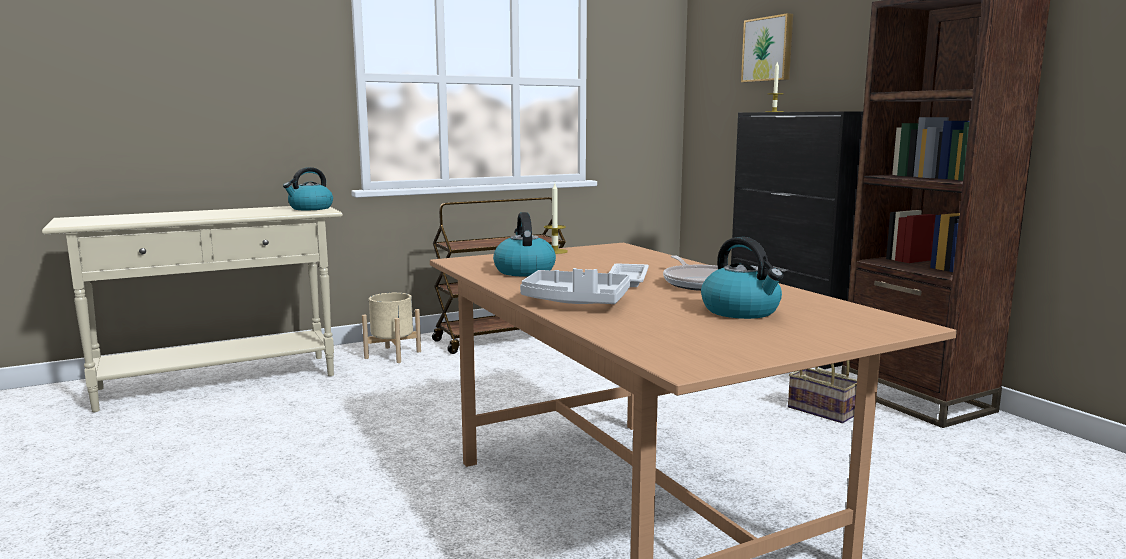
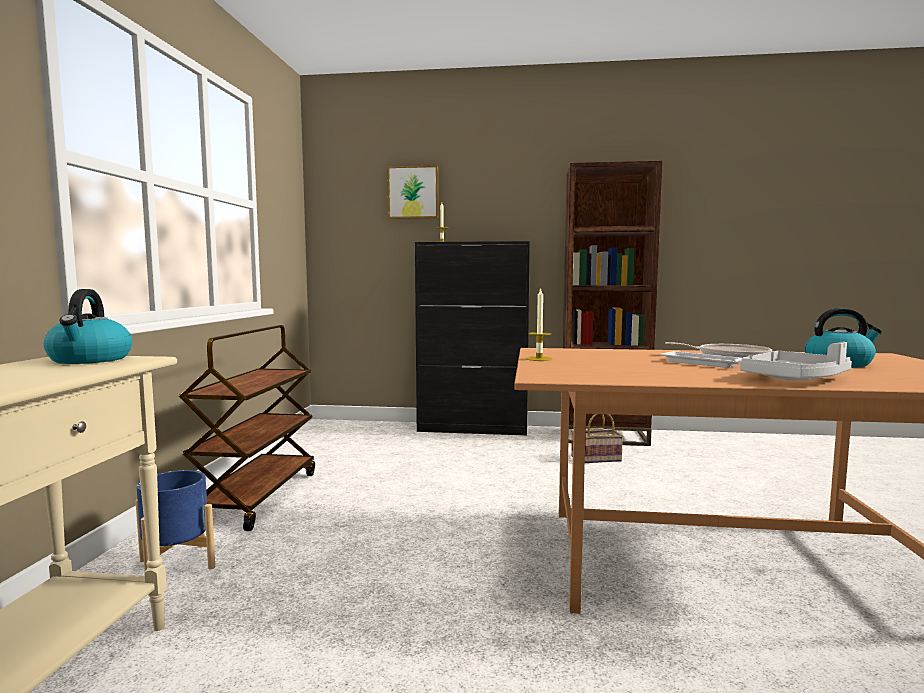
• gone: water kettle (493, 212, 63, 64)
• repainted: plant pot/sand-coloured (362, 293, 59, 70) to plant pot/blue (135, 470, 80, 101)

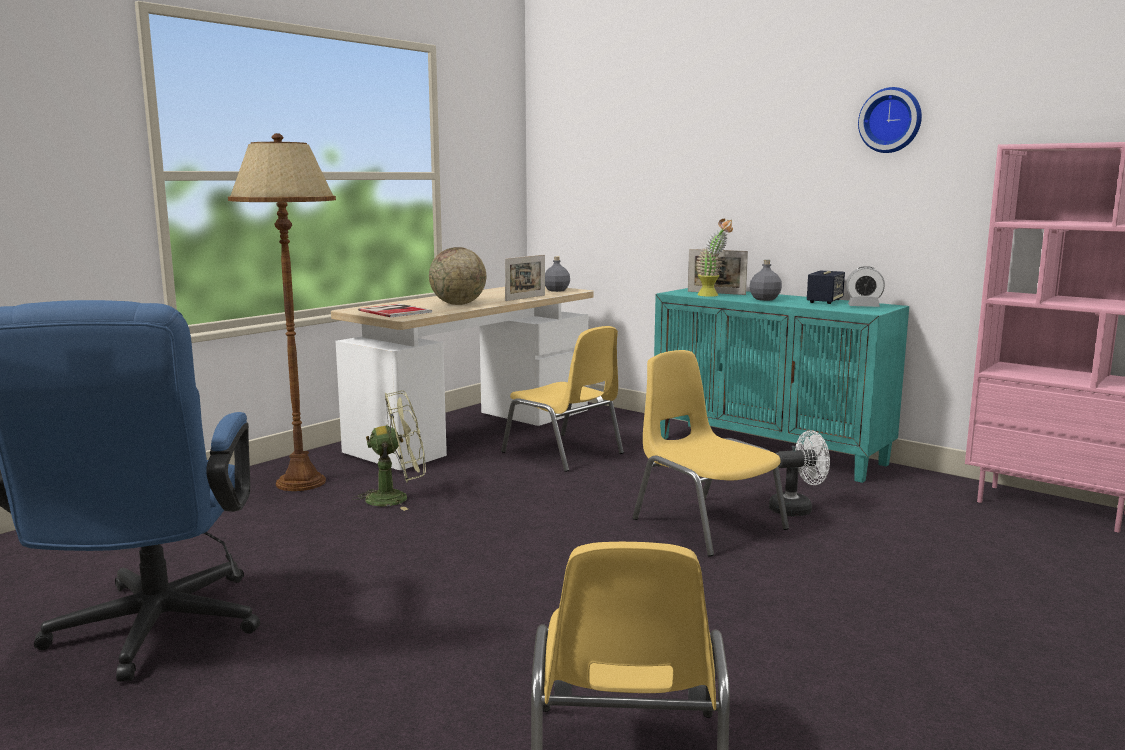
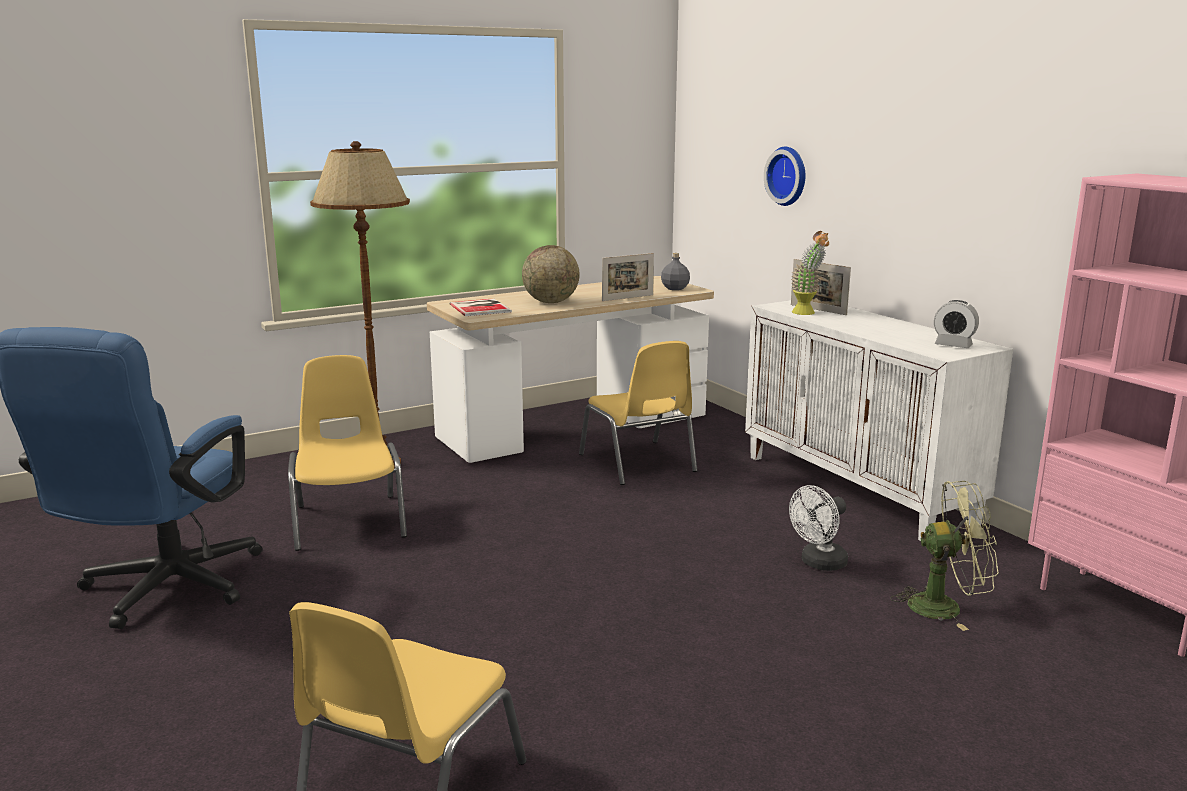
• shifted: clock on the wall (858, 87, 64, 66) to (764, 147, 42, 59)
• gone: beverage bottle/greyish (749, 260, 33, 41)
• gone: speaker (807, 270, 38, 34)
• repainted: cupboard/turquoise (654, 288, 255, 195) to cupboard/whitish (745, 300, 268, 241)
• shifted: chair/yellow (632, 350, 157, 206) to (288, 355, 119, 196)
• shifted: cooling fan/green-coloured (352, 390, 74, 121) to (890, 481, 109, 150)
• rotated: cooling fan/whitish (769, 430, 61, 86) = (789, 485, 59, 86) 135 degrees clockwise

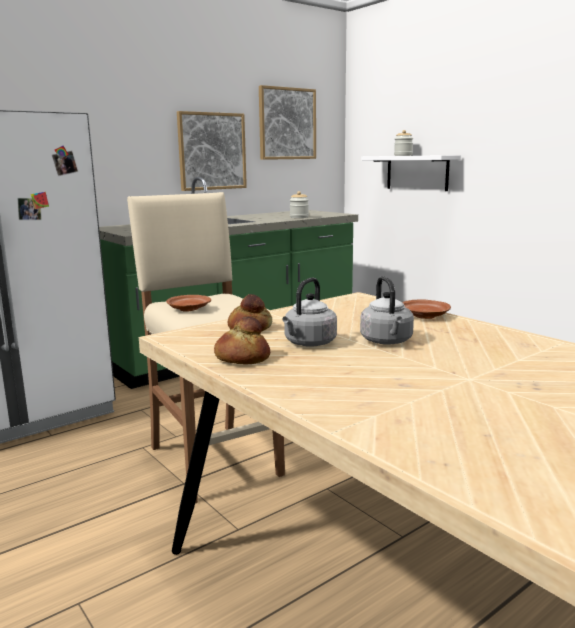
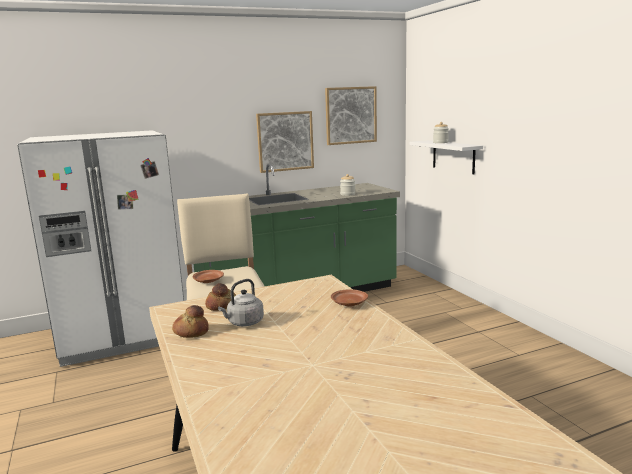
• gone: water kettle/greyish (360, 276, 54, 69)

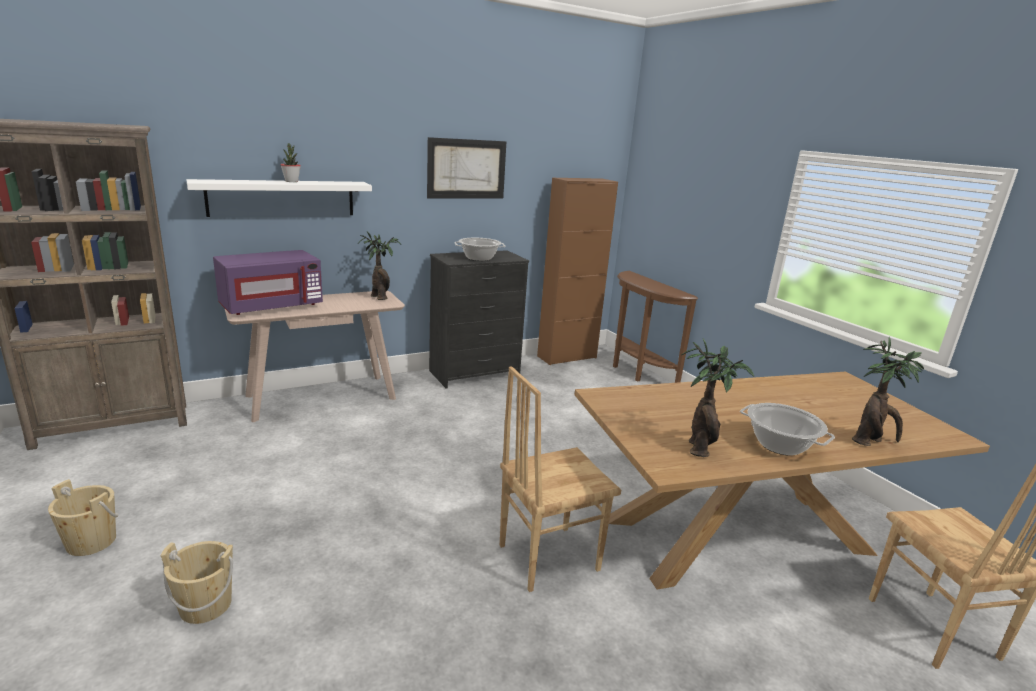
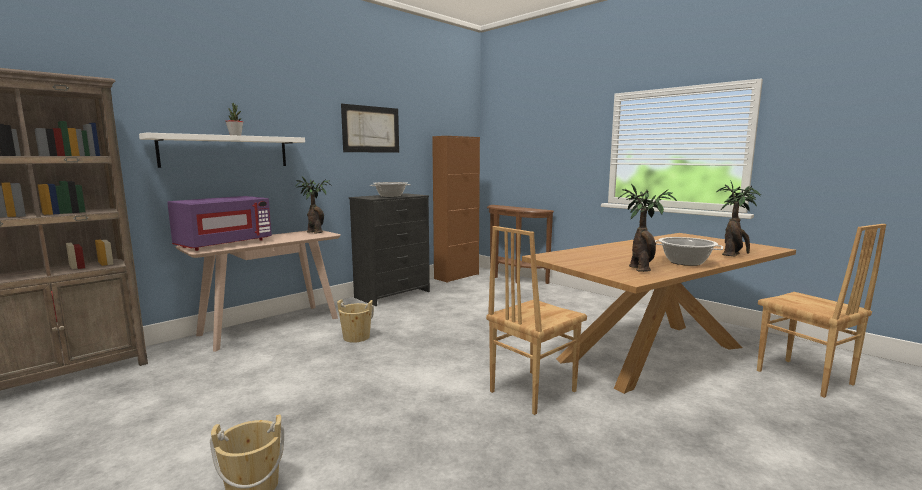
• shifted: bucket/sand-coloured (48, 479, 70, 77) to (337, 299, 37, 44)

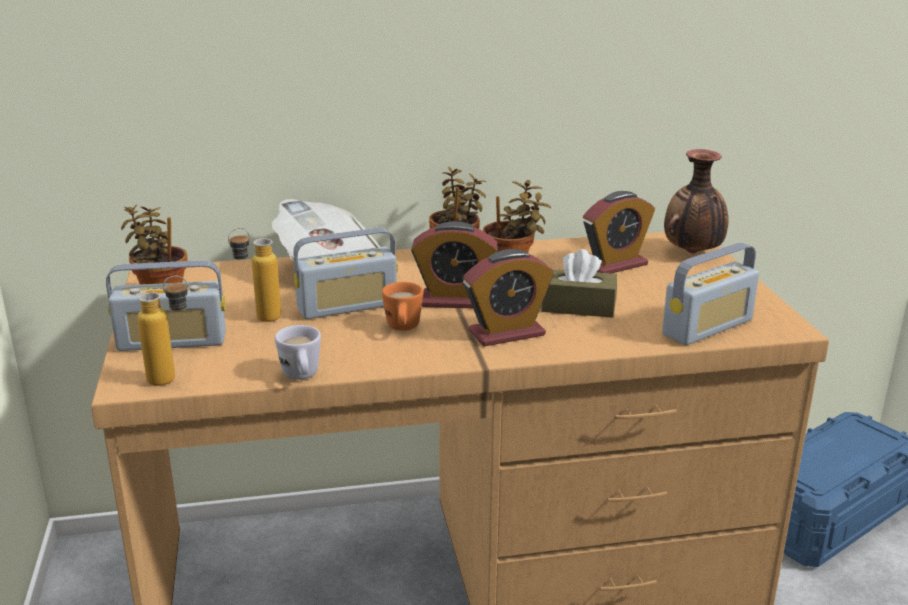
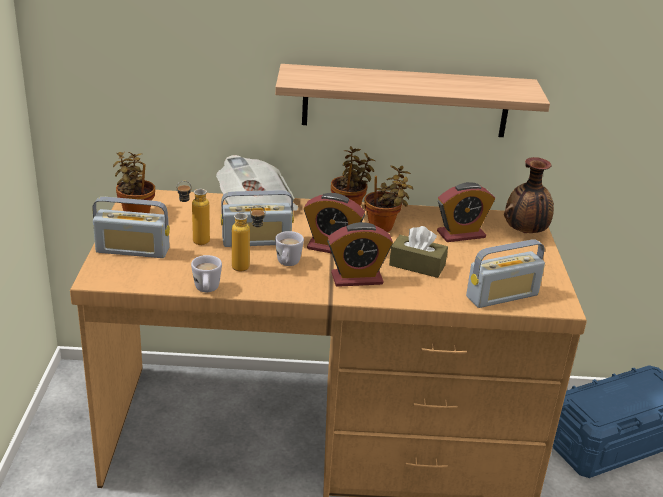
• shifted: beverage bottle (137, 275, 52, 111) to (232, 205, 34, 66)
• repainted: mug/orange (382, 282, 41, 49) to mug/whitish (275, 231, 29, 35)
• new: shelf (275, 64, 275, 73)

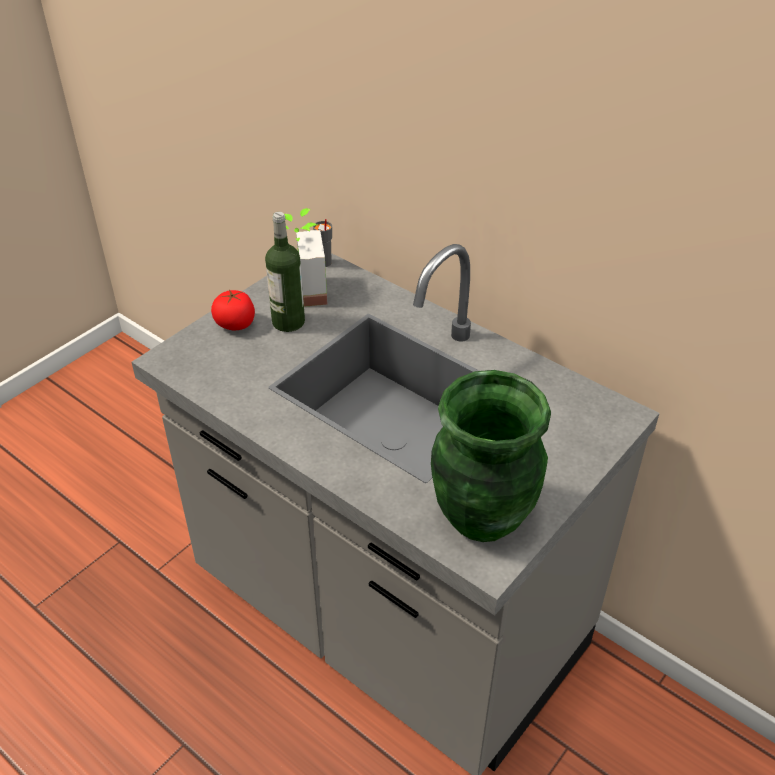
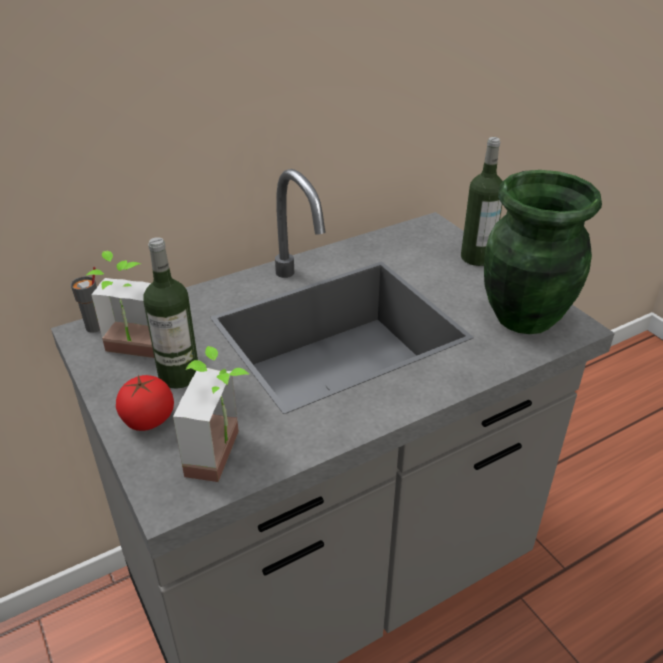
• new: beverage bottle (461, 137, 42, 129)
• new: houseplant (173, 346, 76, 136)

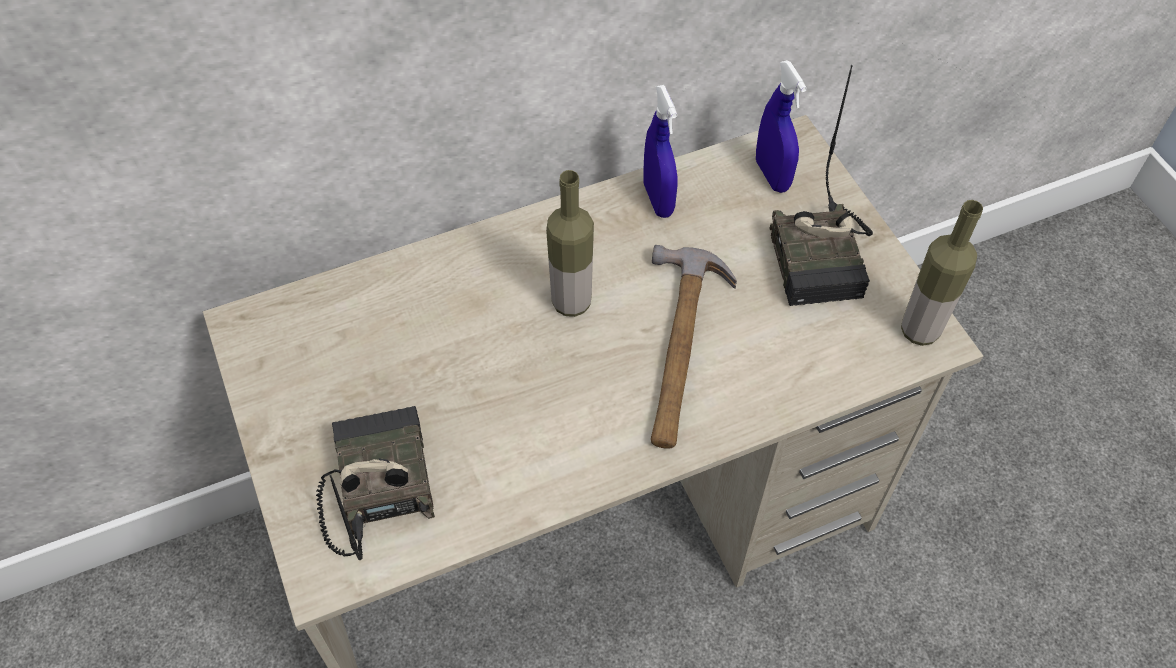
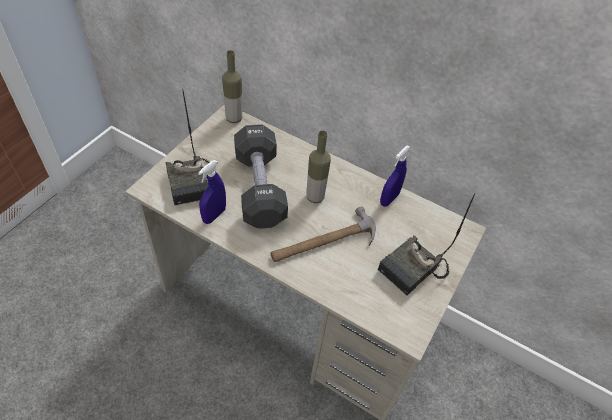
• shifted: spray bottle/blue (756, 60, 51, 133) to (198, 160, 28, 64)
• shifted: beverage bottle (901, 200, 82, 146) to (222, 50, 20, 73)
• rotated: radio (316, 406, 119, 154) = (165, 88, 45, 117) 120 degrees clockwise
• new: hand weight/black (234, 124, 54, 105)

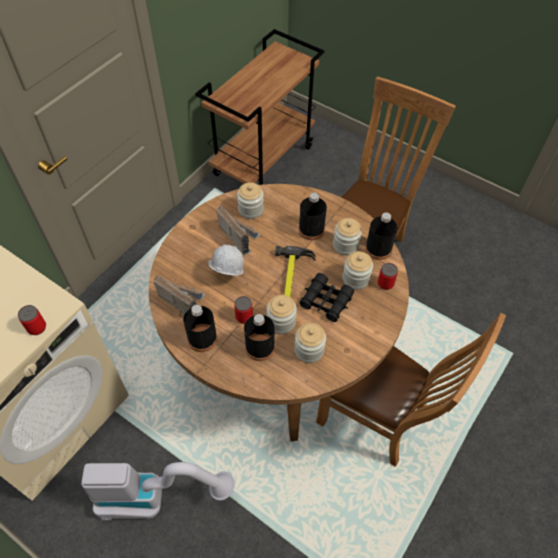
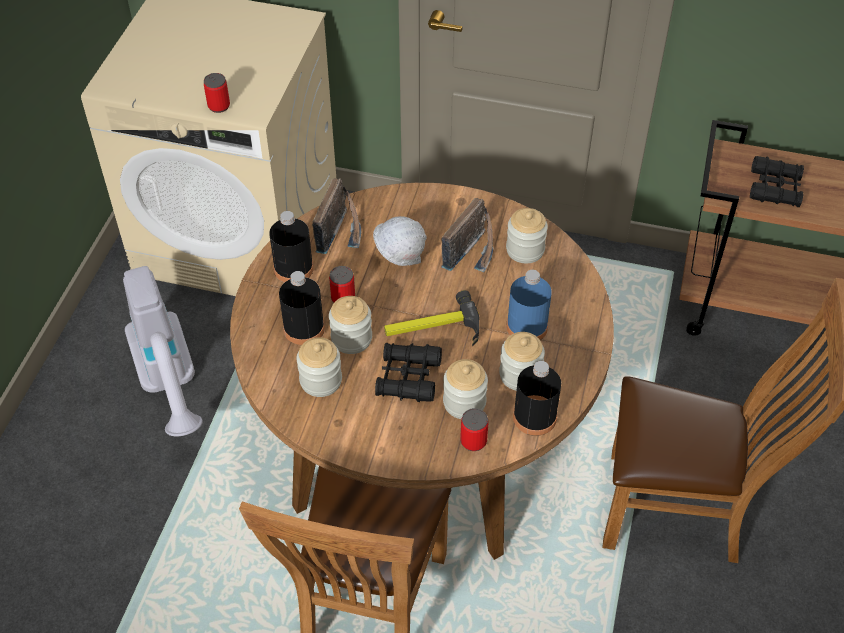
• repainted: beverage bottle/black (298, 193, 29, 47) to beverage bottle/blue (506, 270, 46, 70)
• new: binoculars/black (750, 156, 54, 51)

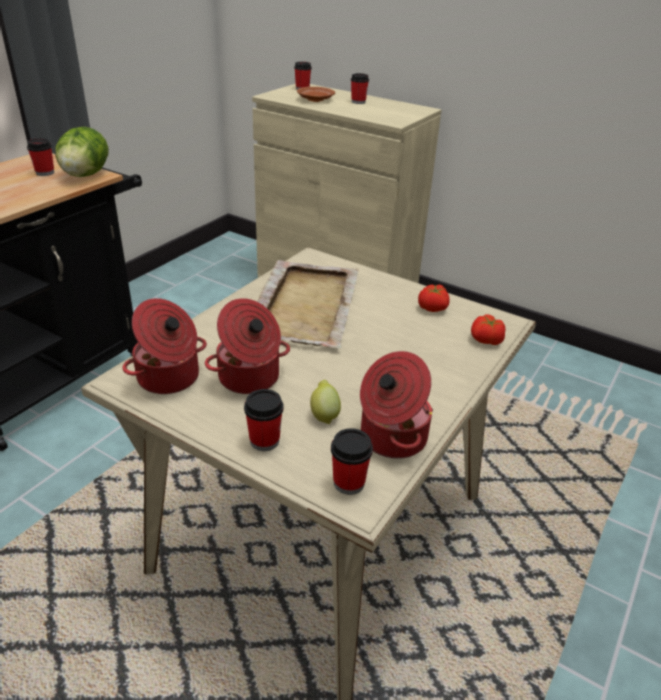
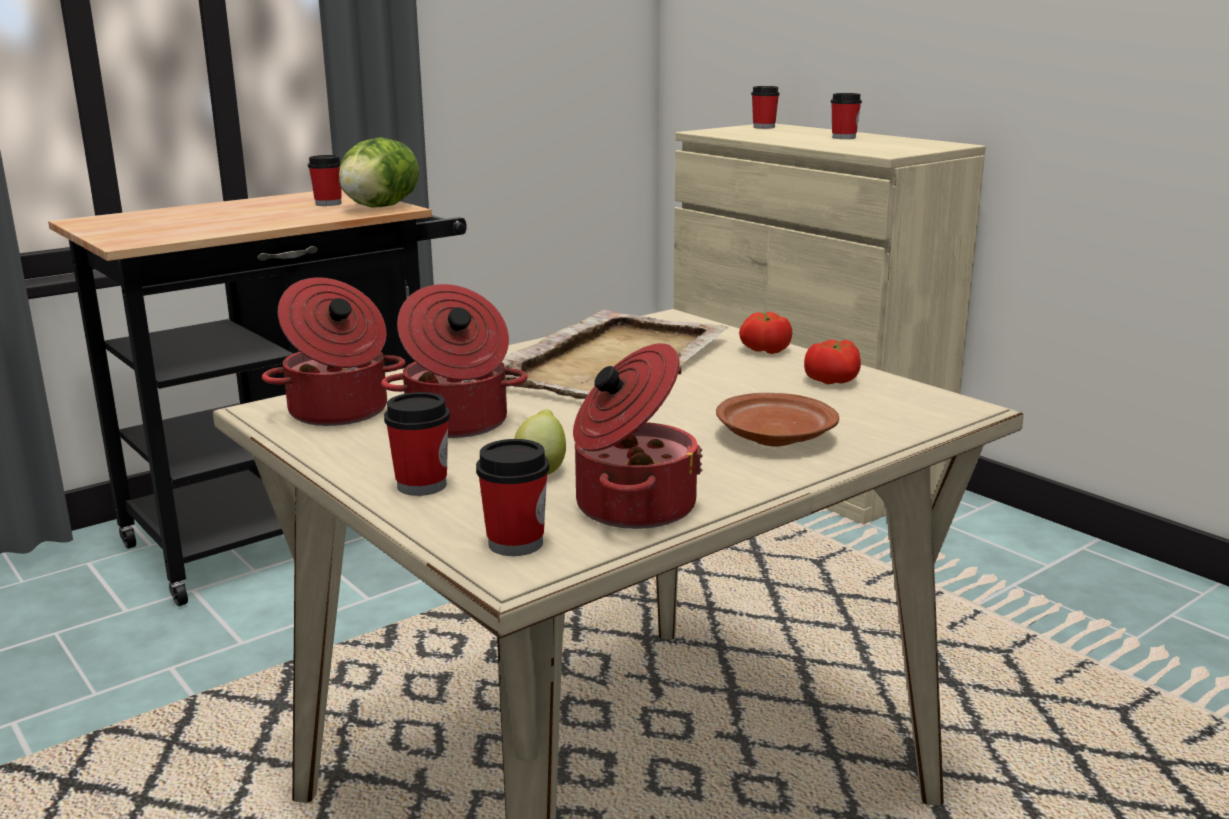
• shifted: flat dish/brown-coloured (297, 87, 38, 15) to (716, 393, 123, 54)
• shifted: whole tomato (471, 314, 34, 31) to (739, 312, 53, 42)

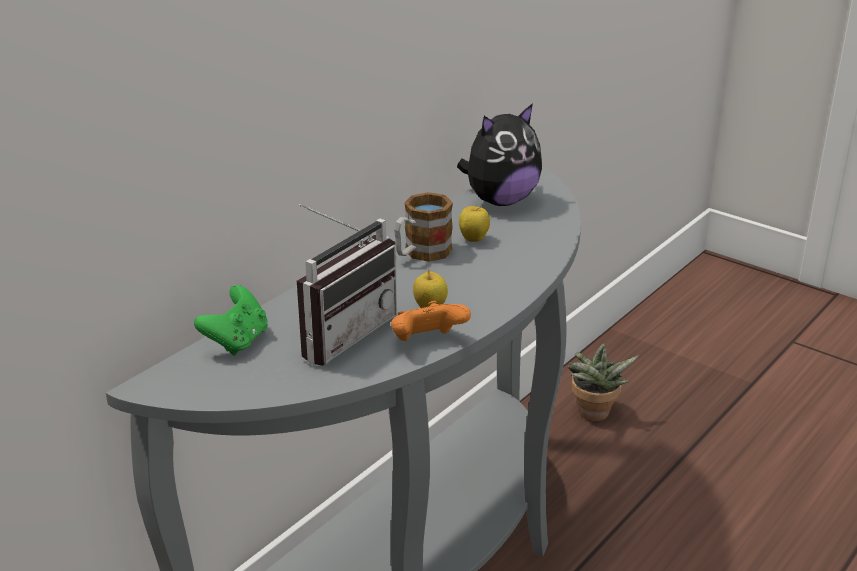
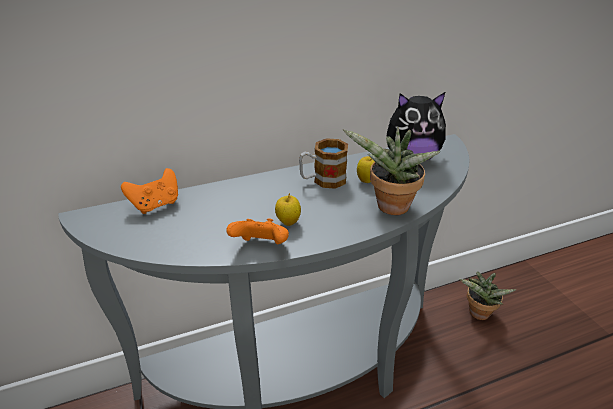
• gone: radio (297, 204, 100, 162)
• repainted: game controller/green-coloured (194, 285, 74, 71) to game controller/orange (121, 168, 57, 46)
• new: houseplant (343, 127, 98, 88)

